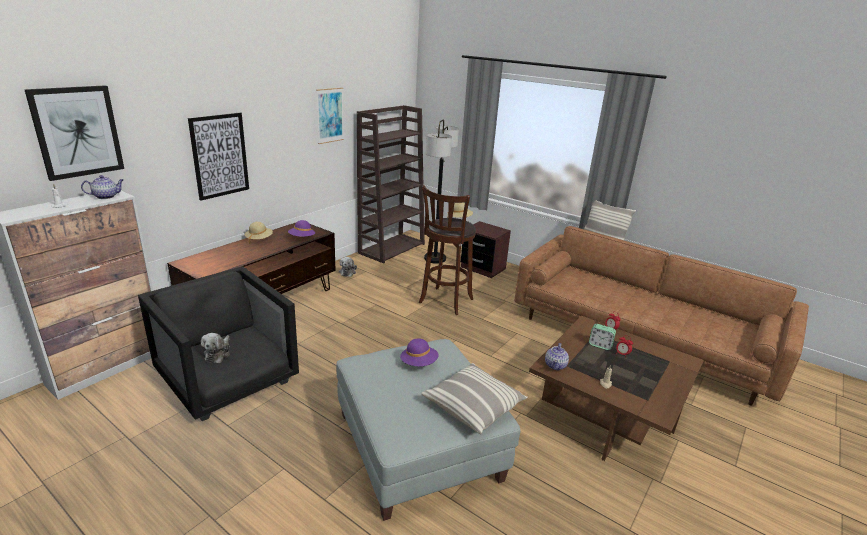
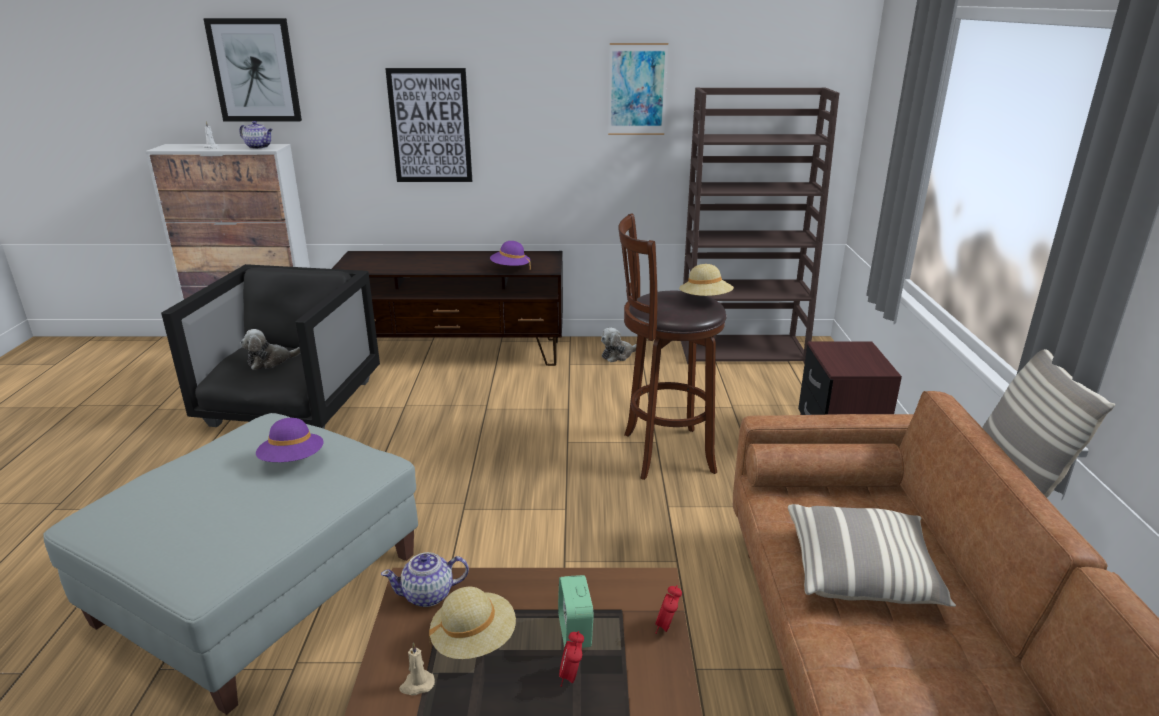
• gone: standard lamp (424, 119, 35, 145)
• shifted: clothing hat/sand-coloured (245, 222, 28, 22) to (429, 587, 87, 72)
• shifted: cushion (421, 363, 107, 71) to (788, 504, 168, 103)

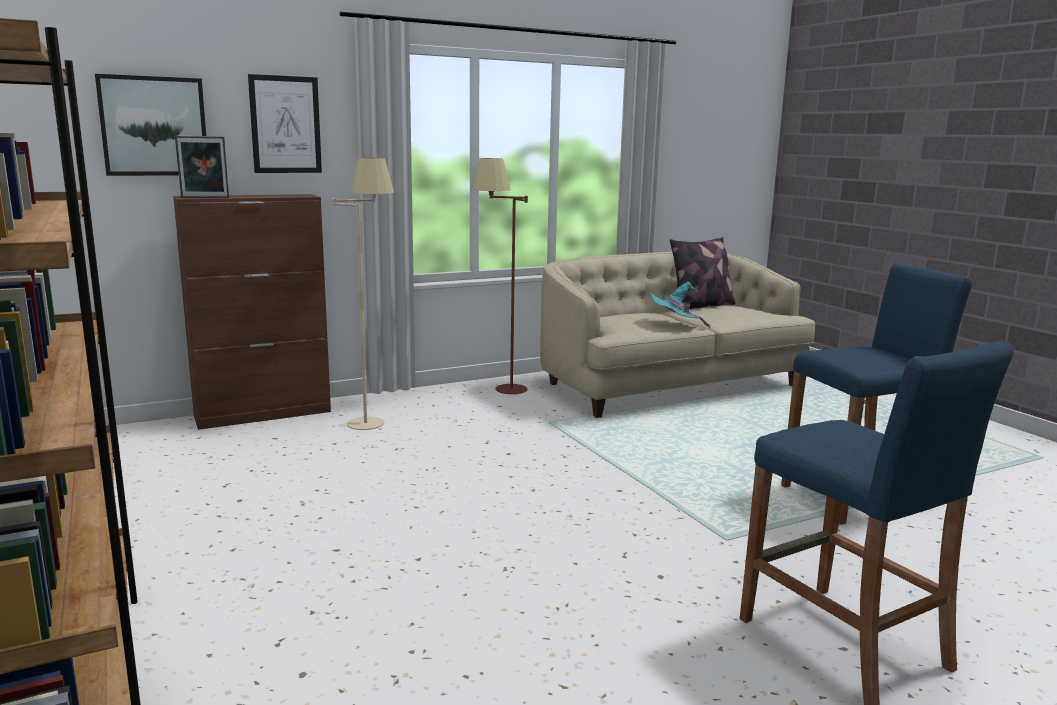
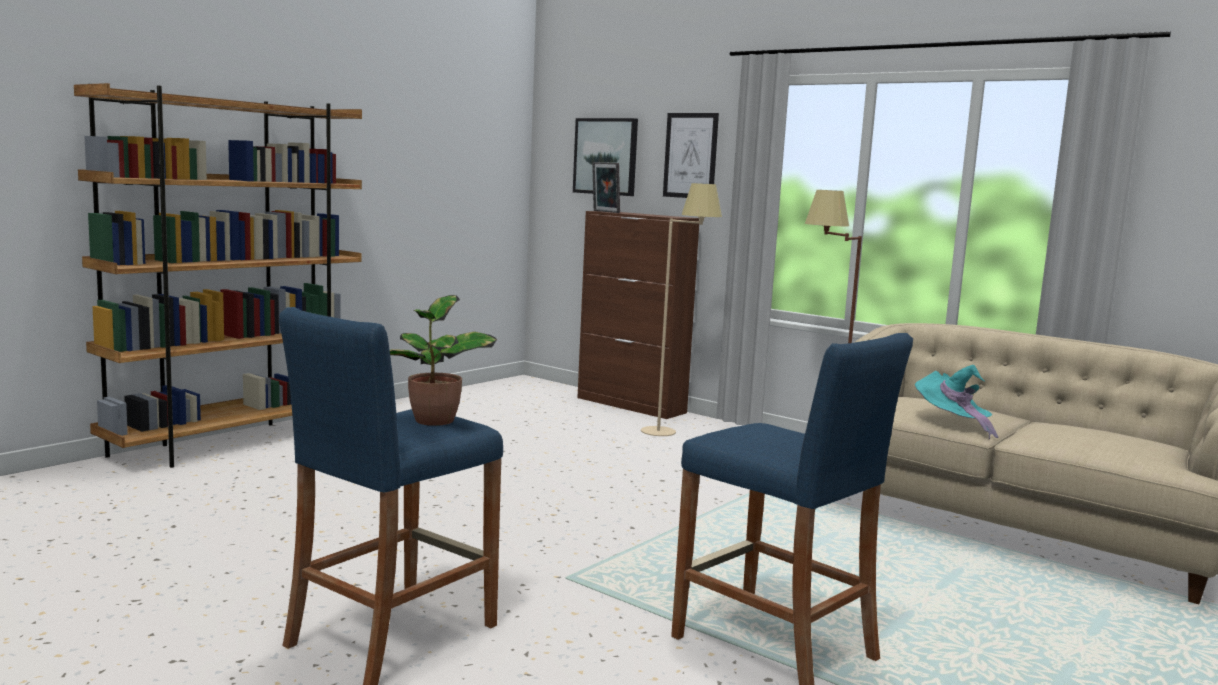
• gone: cushion (670, 237, 65, 72)
• new: houseplant (390, 295, 107, 131)

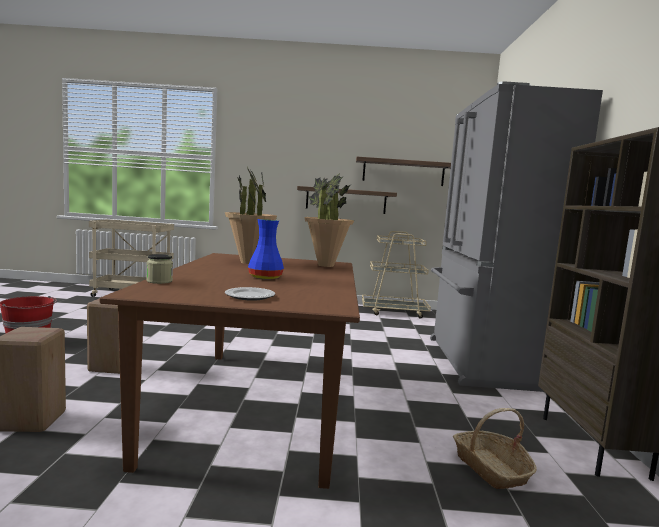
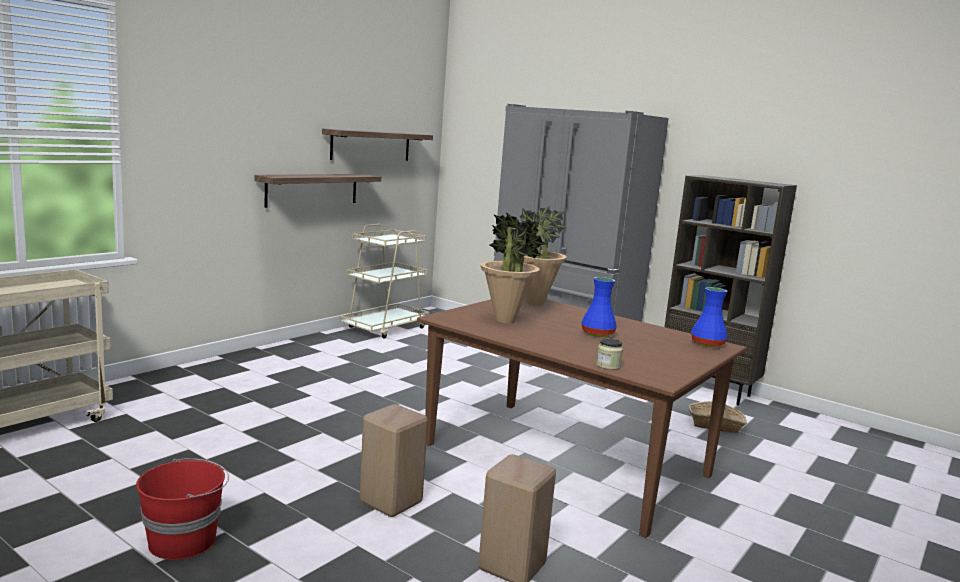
• gone: flat dish (225, 287, 50, 14)
• new: vase/blue (691, 287, 37, 61)

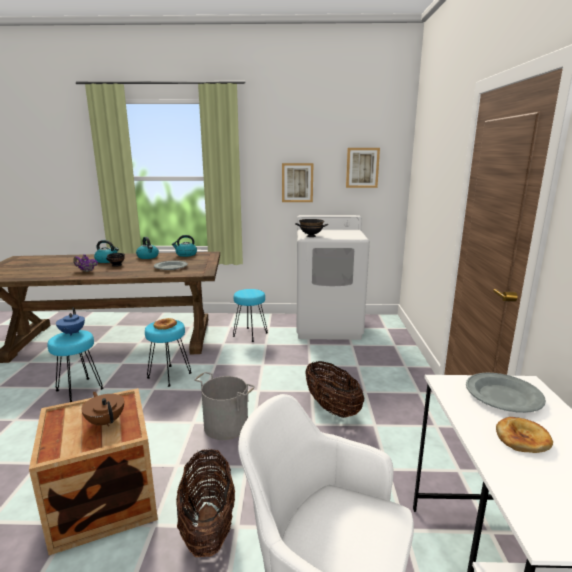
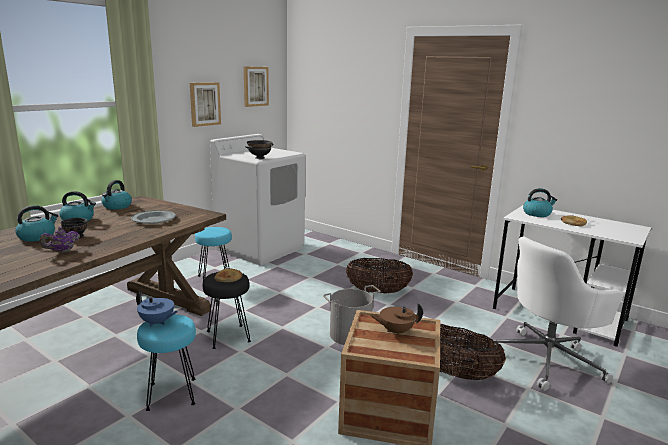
• repainted: sitting stool/turquoise (145, 320, 47, 67) to sitting stool/black (203, 272, 48, 77)
• swapped: flat dish/greyish (466, 373, 80, 40) to water kettle (523, 188, 34, 29)

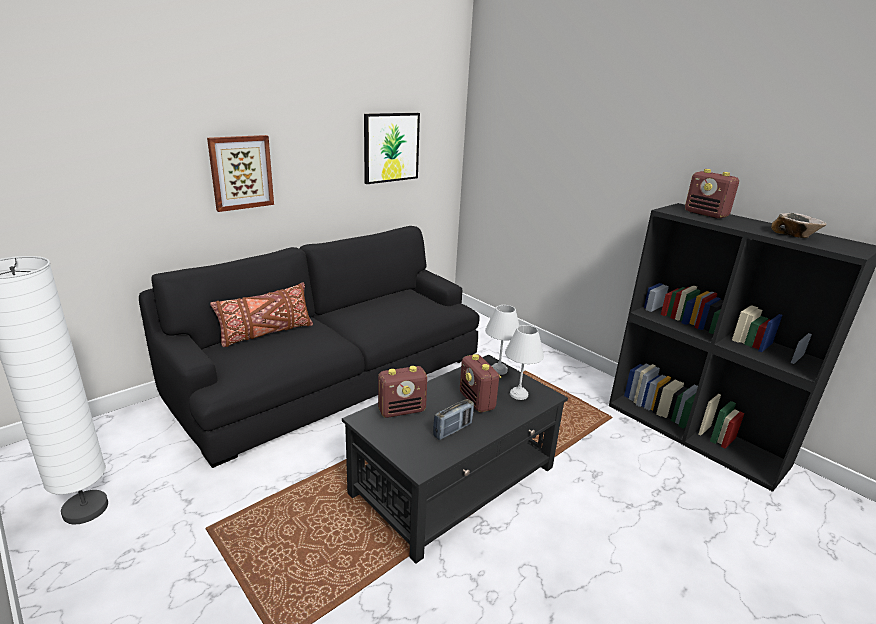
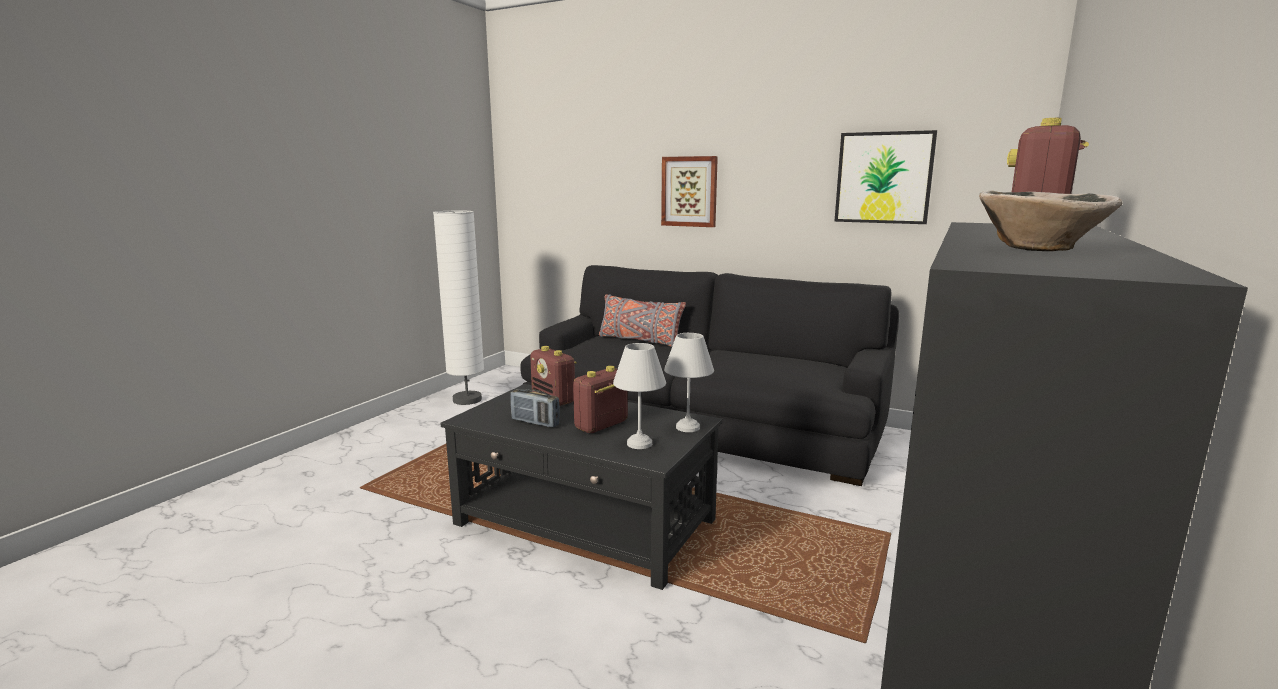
• repainted: cushion/brown-coloured (210, 283, 103, 64) to cushion/greyish (599, 294, 87, 53)

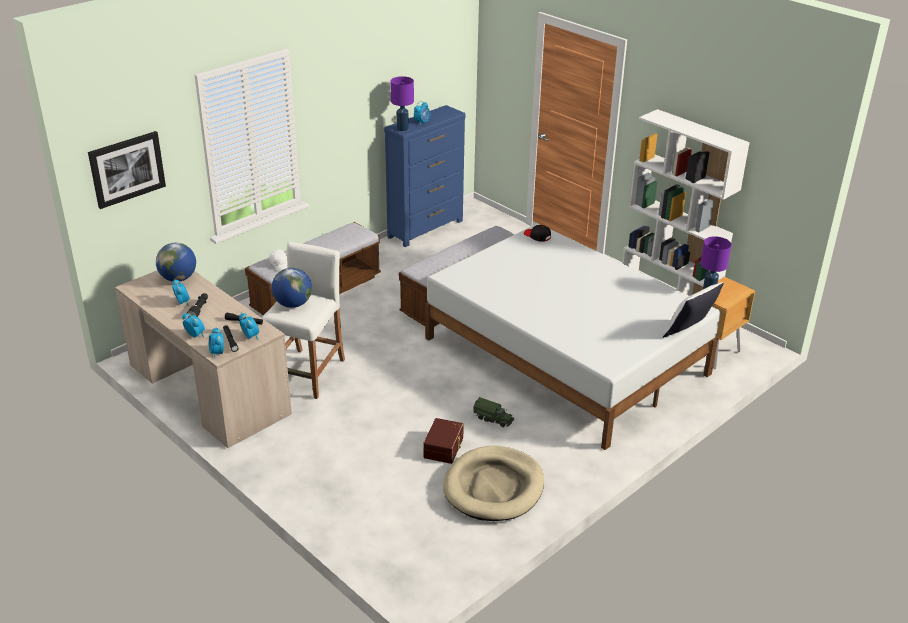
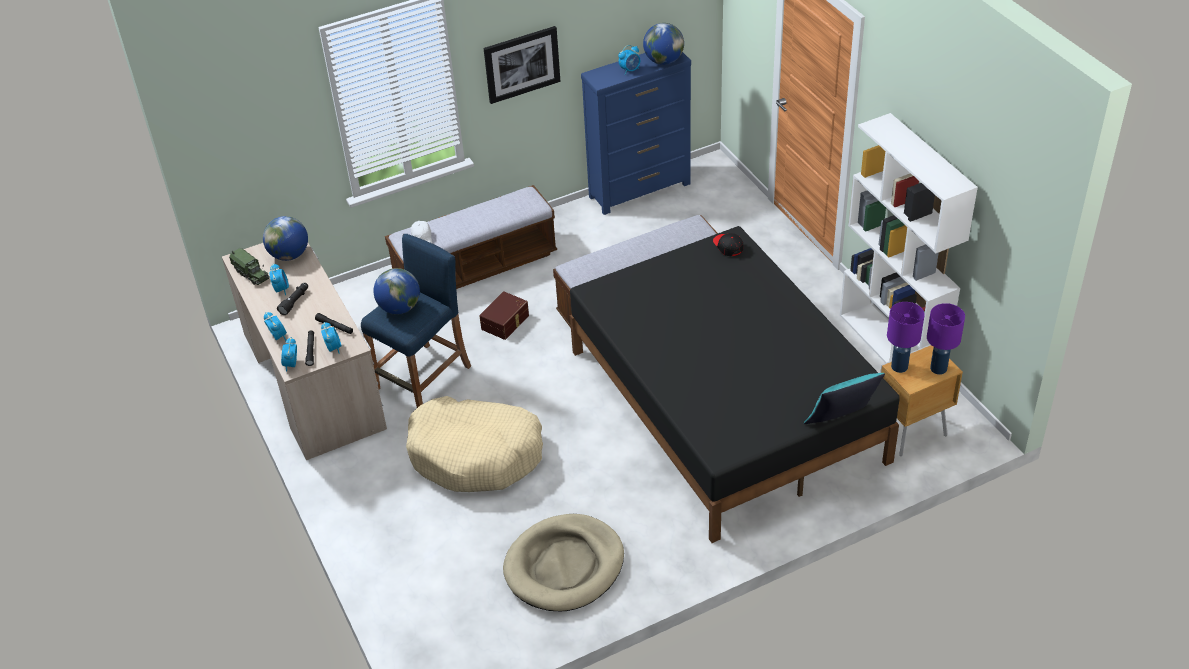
• shifted: lamp for a table/purple-coloured (390, 76, 24, 55) to (927, 303, 38, 72)
• shifted: picture (88, 131, 78, 78) to (484, 26, 77, 78)
• repainted: sleeping bed/whitish (425, 224, 295, 226) to sleeping bed/black (570, 226, 330, 317)
• repainted: sitting stool/whitish (262, 242, 83, 157) to sitting stool/blue (361, 234, 110, 174)
• repainted: cushion/whitish (662, 282, 62, 56) to cushion/turquoise (804, 373, 81, 51)
• shifted: model truck (473, 397, 41, 30) to (229, 248, 41, 37)
• shifted: storage box/brown-coloured (424, 418, 40, 46) to (479, 291, 50, 49)
• new: world globe (643, 23, 41, 42)
• new: dog bed/sand-coloured (406, 396, 137, 96)

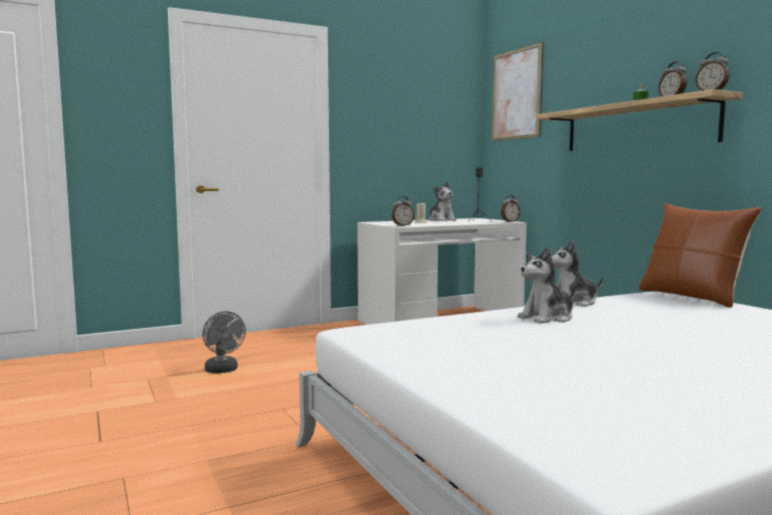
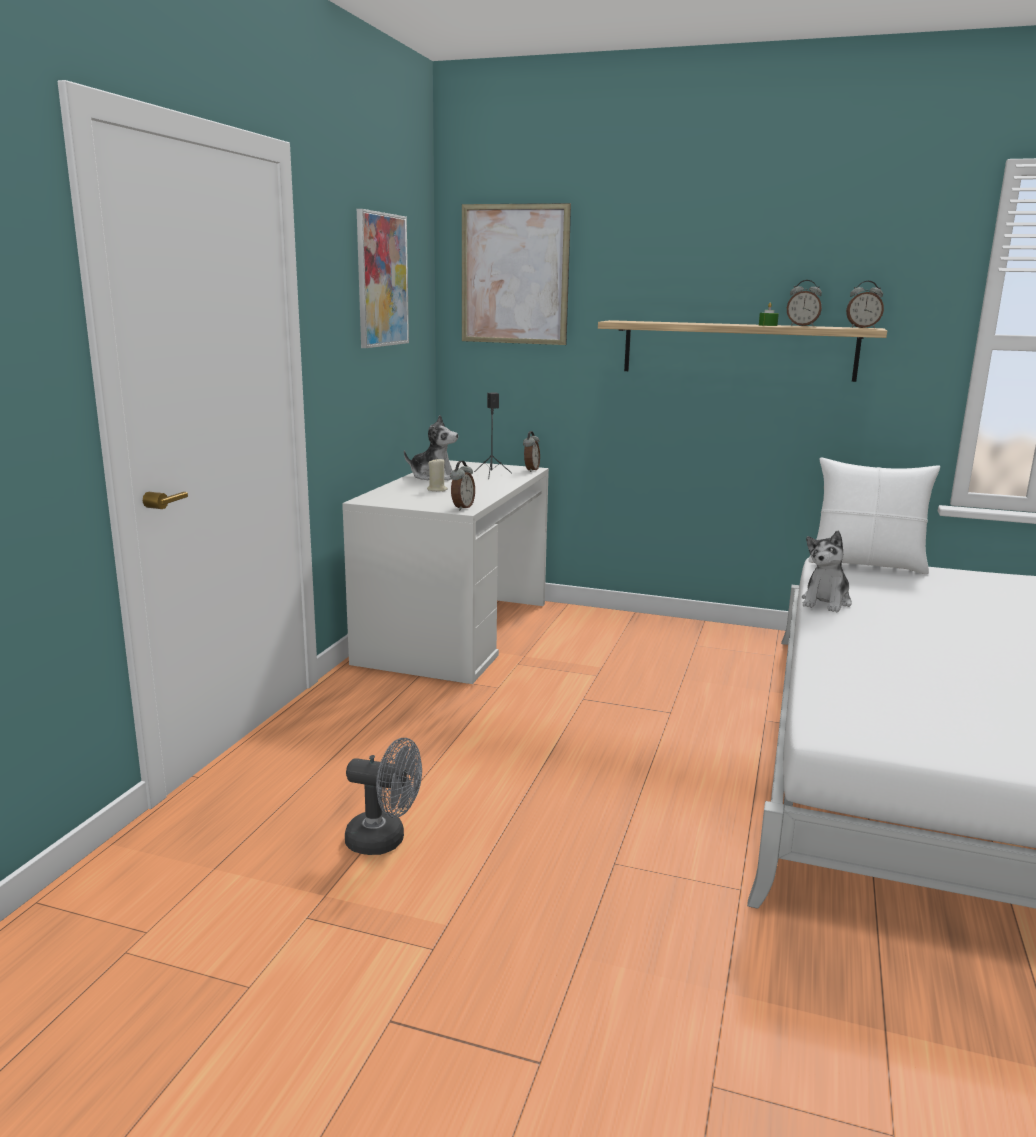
• repainted: cushion/brown-coloured (639, 204, 122, 104) to cushion/whitish (808, 458, 132, 116)
• gone: cuddly toy (517, 246, 58, 78)
• new: picture (357, 209, 52, 139)

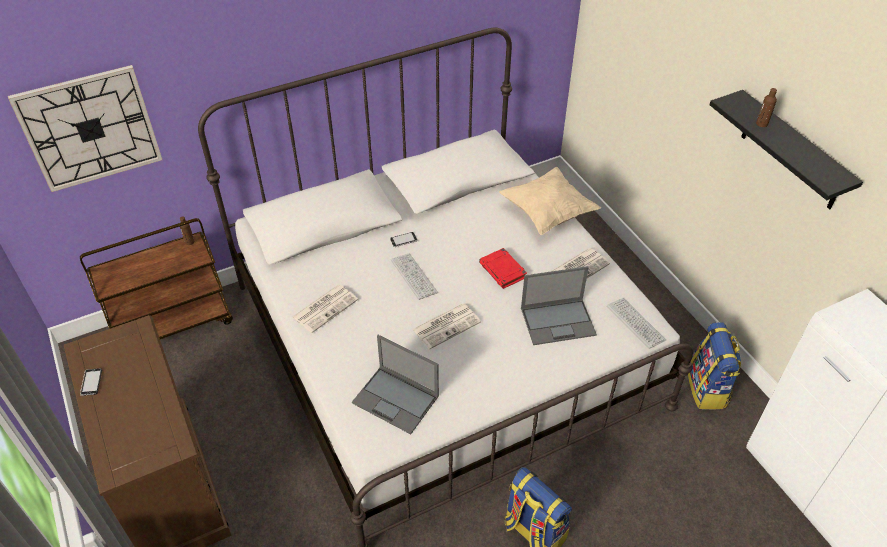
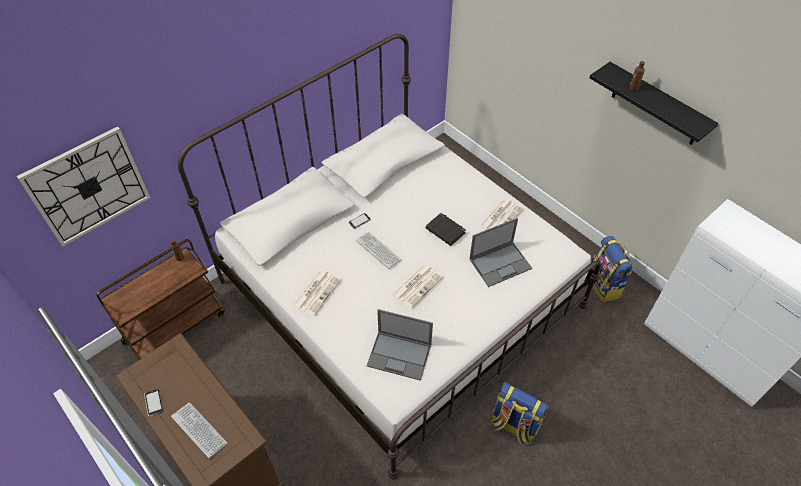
• gone: cushion/sand-coloured (499, 167, 102, 68)
• repainted: book/red-coloured (479, 248, 48, 41) to book/black (426, 213, 40, 33)
• shifted: computer keyboard (607, 298, 59, 51) to (171, 402, 56, 56)

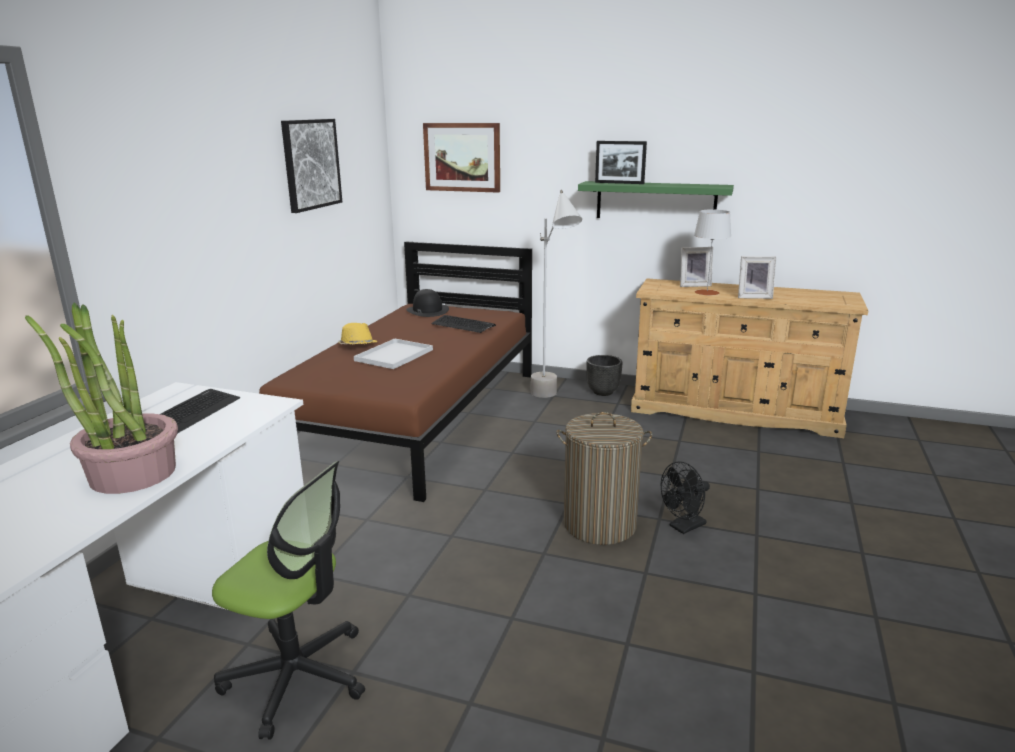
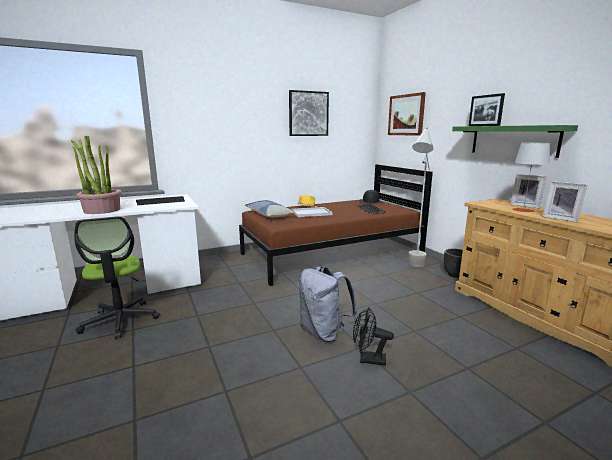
• swapped: hamper (556, 412, 96, 133) to rucksack/greyish (299, 266, 58, 76)
• new: cushion (245, 200, 49, 17)

